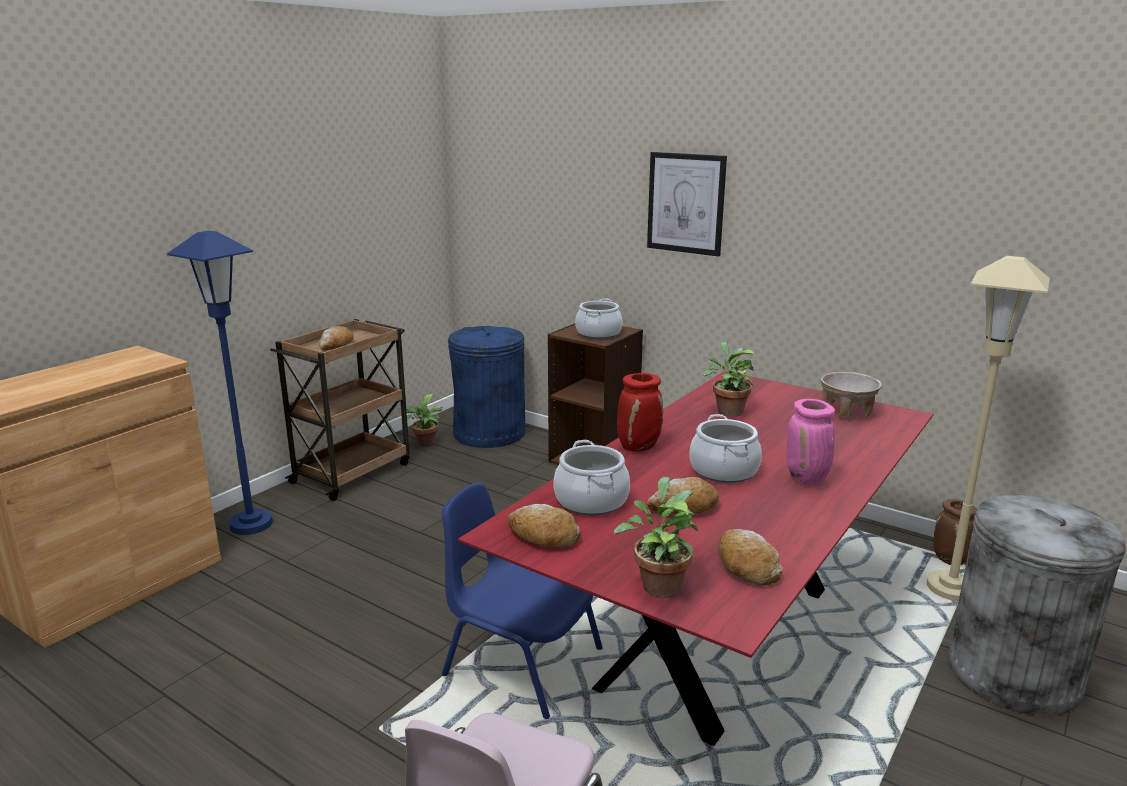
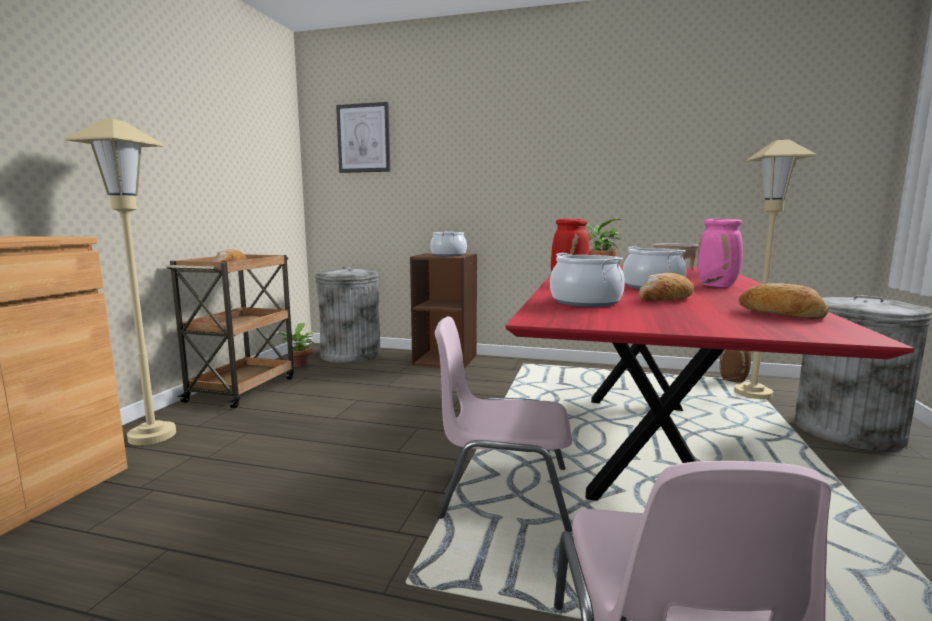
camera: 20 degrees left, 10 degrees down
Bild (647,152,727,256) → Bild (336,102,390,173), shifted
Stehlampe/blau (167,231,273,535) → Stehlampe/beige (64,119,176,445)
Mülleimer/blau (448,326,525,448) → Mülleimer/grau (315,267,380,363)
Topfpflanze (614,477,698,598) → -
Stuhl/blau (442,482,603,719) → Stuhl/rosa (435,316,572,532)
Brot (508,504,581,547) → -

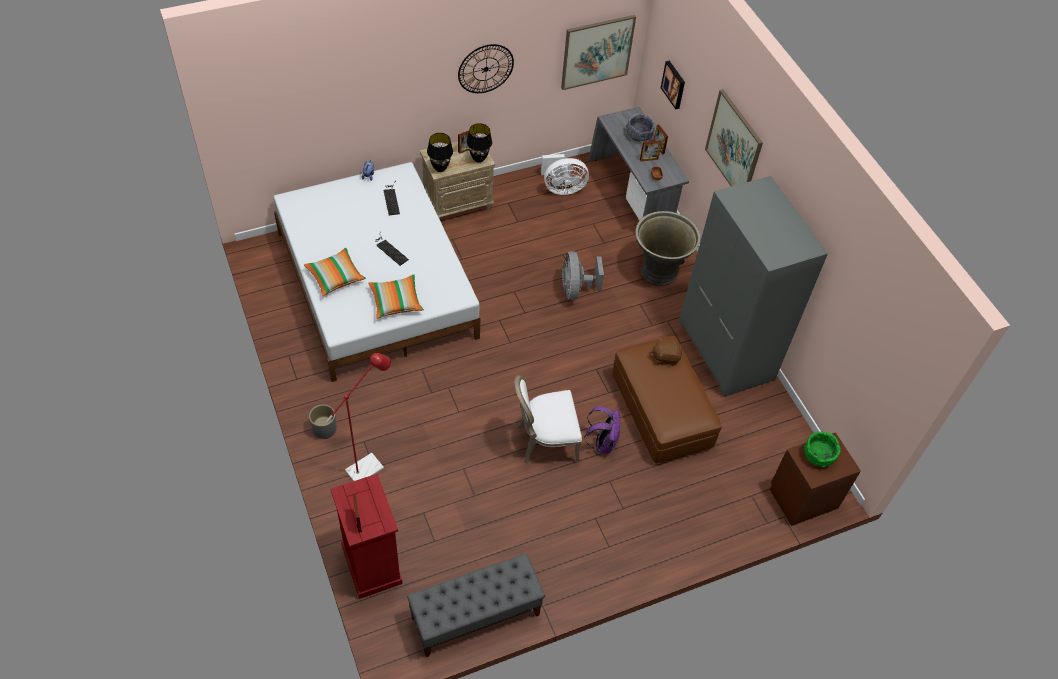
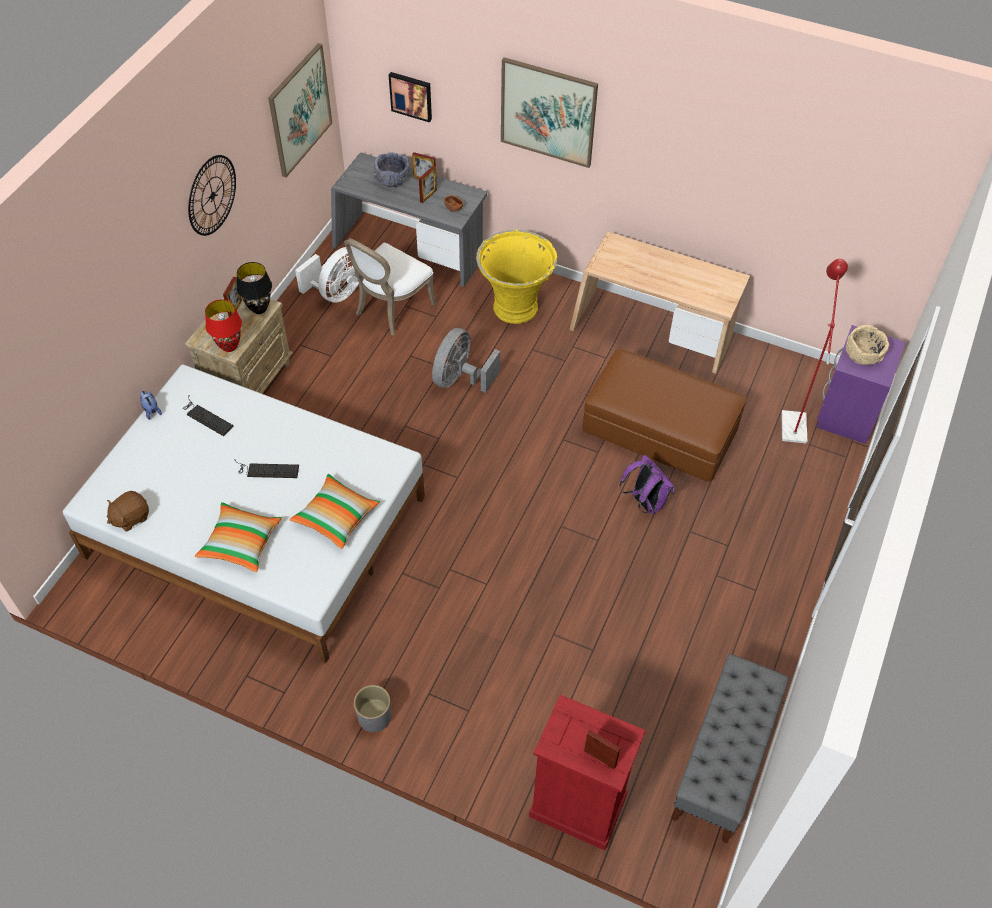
camera: 40 degrees left, 0 degrees up
Tischlampe/schwarz (427,133,453,172) → Tischlampe/rot (205,299,242,352)
Kleiderschrank/grau (679,176,828,397) → Schreibtisch/beige (569,232,750,374)
Pflanzkübel/grau (635,211,700,286) → Pflanzkübel/gelb (476,230,557,324)
Ventilator/grau (562,251,604,300) → Ventilator/grau (432,328,500,393), 75 degrees clockwise
Plüschtier/braun (651,338,682,366) → Plüschtier/braun (107,491,149,532), shifted
Stehlampe/rot (326,353,391,481) → Stehlampe/rot (781,259,848,444), shifted
Stuhl/weiß (515,375,582,464) → Stuhl/weiß (344,238,436,335), shifted
Schüssel/grün (804,431,841,468) → Schüssel/beige (846,325,889,365)
Nachttisch/braun (770,432,861,526) → Nachttisch/lila (817,325,905,444)

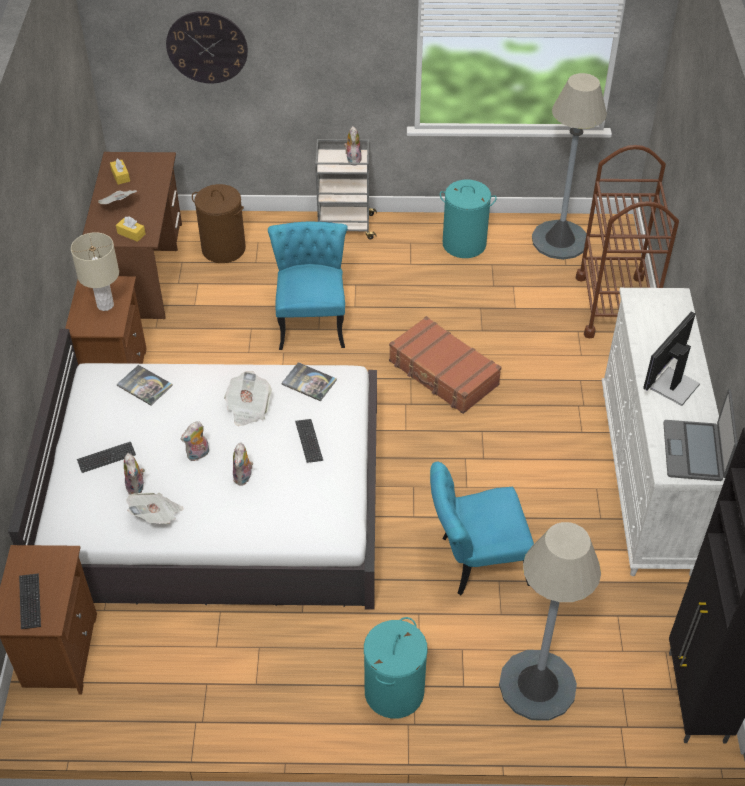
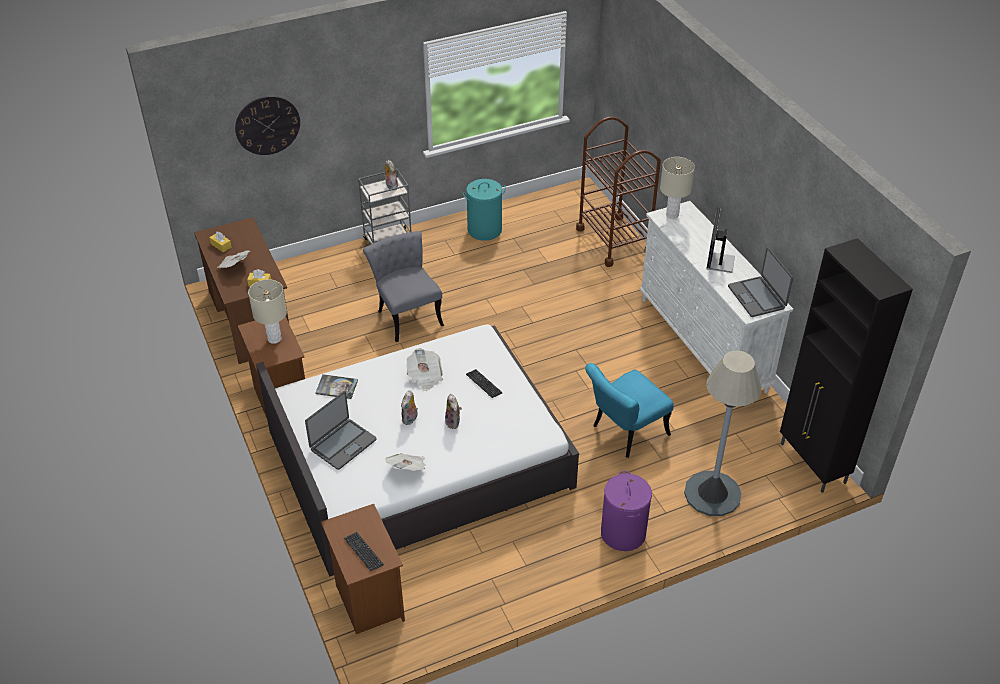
camera: 25 degrees left, 5 degrees down
Stehlampe/grau (532,73,607,260) → -
Wäschekorb/braun (192,184,246,263) → -
Stuhl/türkis (268,222,348,350) → Stuhl/grau (363,231,444,342)
Koffer/braun (389,316,502,414) → -
Buch (282,362,337,401) → -
Tastatur (77,442,136,473) → Laptop (305,391,377,470)
Plüschtier (124,453,145,495) → -
Wäschekorb/türkis (364,617,428,719) → Wäschekorb/lila (601,471,652,551)
- → Tischlampe/beige (660,157,695,219)

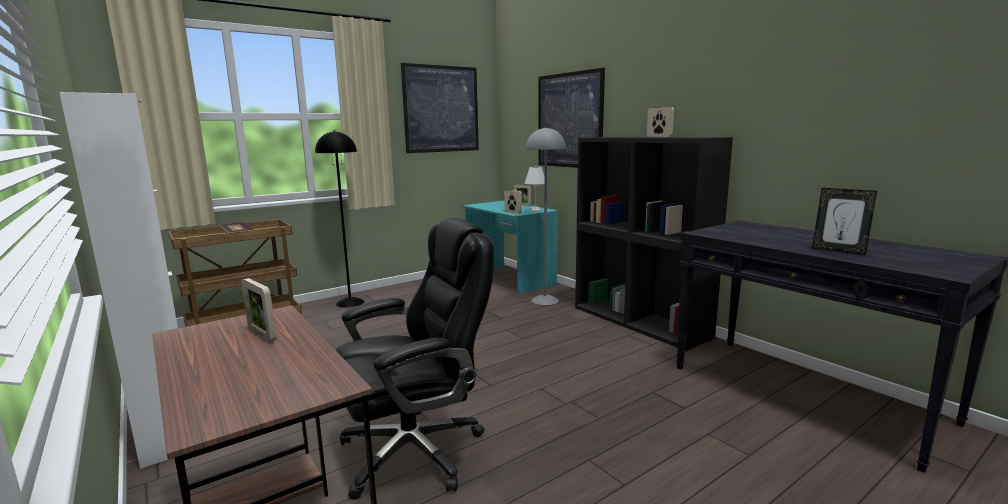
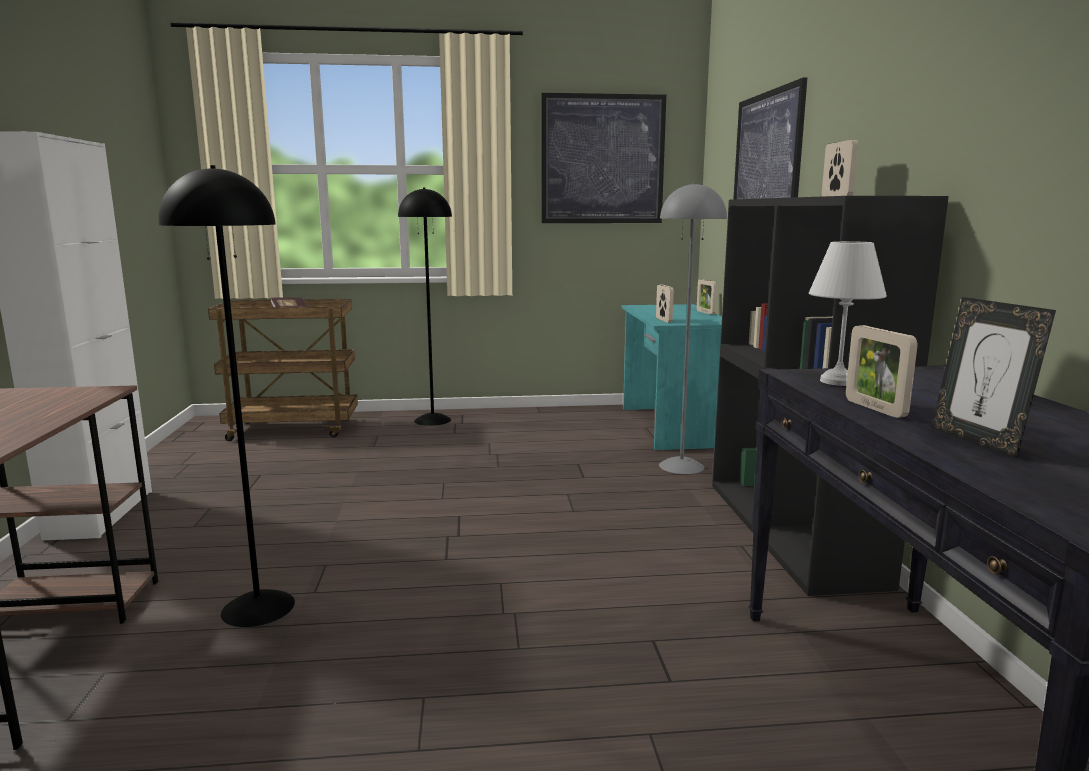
camera: 30 degrees right, 0 degrees up
Tischlampe/weiß (524,167,544,212) → Tischlampe/weiß (809,241,887,386), shifted
Bürostuhl/schwarz (336,218,494,500) → Stehlampe/schwarz (158,165,295,627)
Bilderrahmen (242,278,276,343) → Bilderrahmen (846,325,918,418), shifted

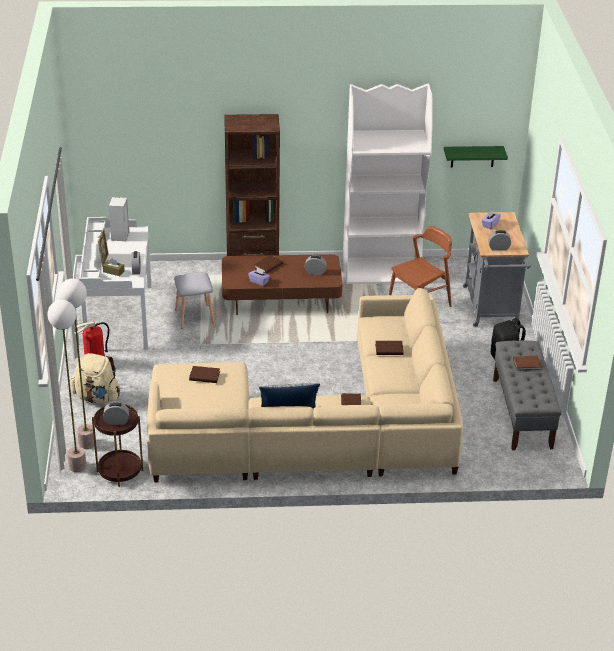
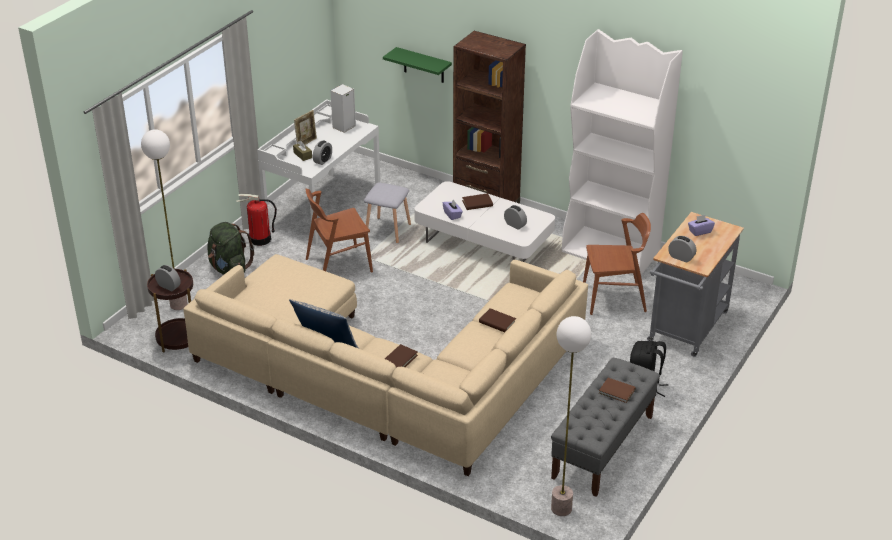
camera: 35 degrees right, 0 degrees up
Wandregal/grün (444,146,508,168) → Wandregal/grün (383,47,452,83), shifted
Couchtisch/braun (222,254,342,315) → Couchtisch/weiß (414,181,555,262)
Stehlampe (47,300,86,472) → Stehlampe (551,316,591,516), shifted
Rucksack/beige (71,353,120,404) → Rucksack/grün (207,222,254,275)
Buch/braun (189,366,220,383) → -
- → Stuhl/braun (306,189,373,273)

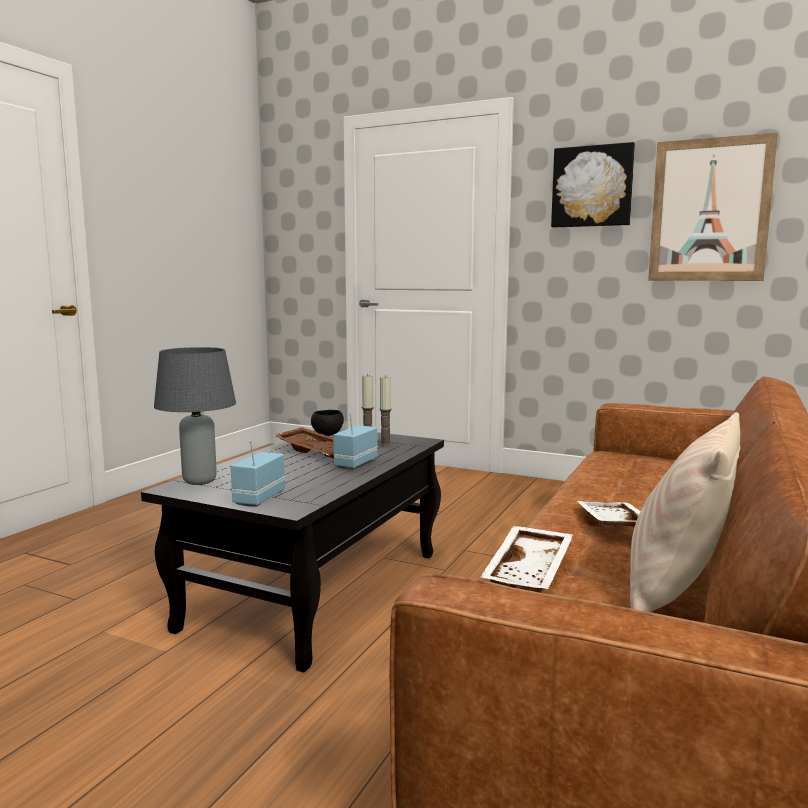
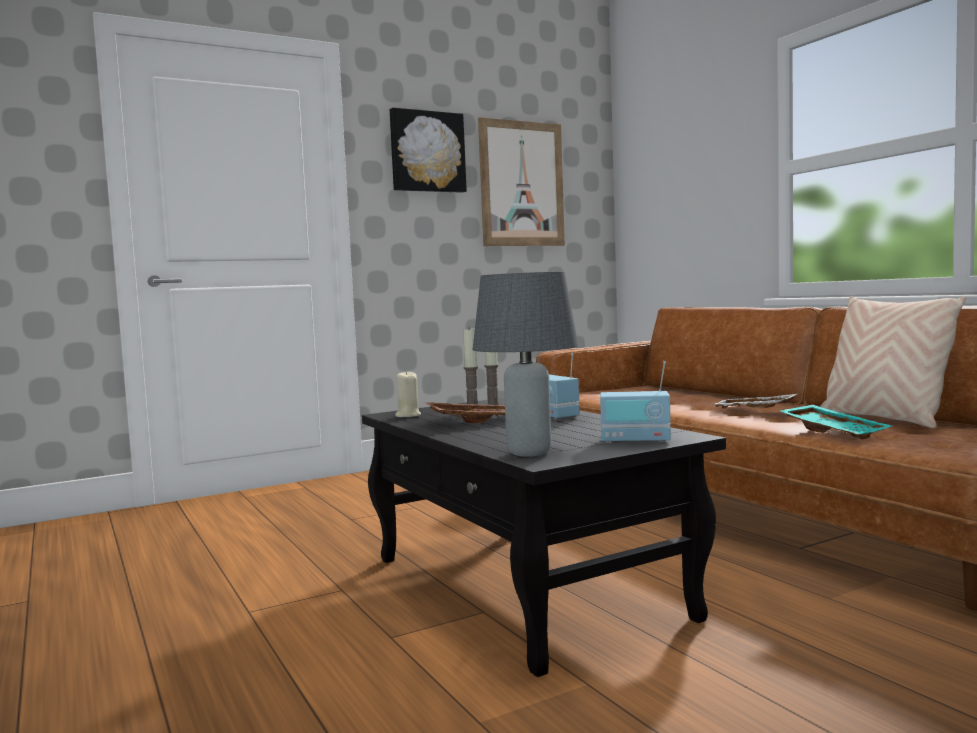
camera: 55 degrees left, 5 degrees down
Schüssel/schwarz (311,410,344,436) → Kerze/beige (395,370,421,417)
Radio (231,440,285,507) → Radio (600,361,671,443), 45 degrees counterclockwise
Tablett/weiß (480,526,573,589) → Tablett/türkis (780,405,892,440)

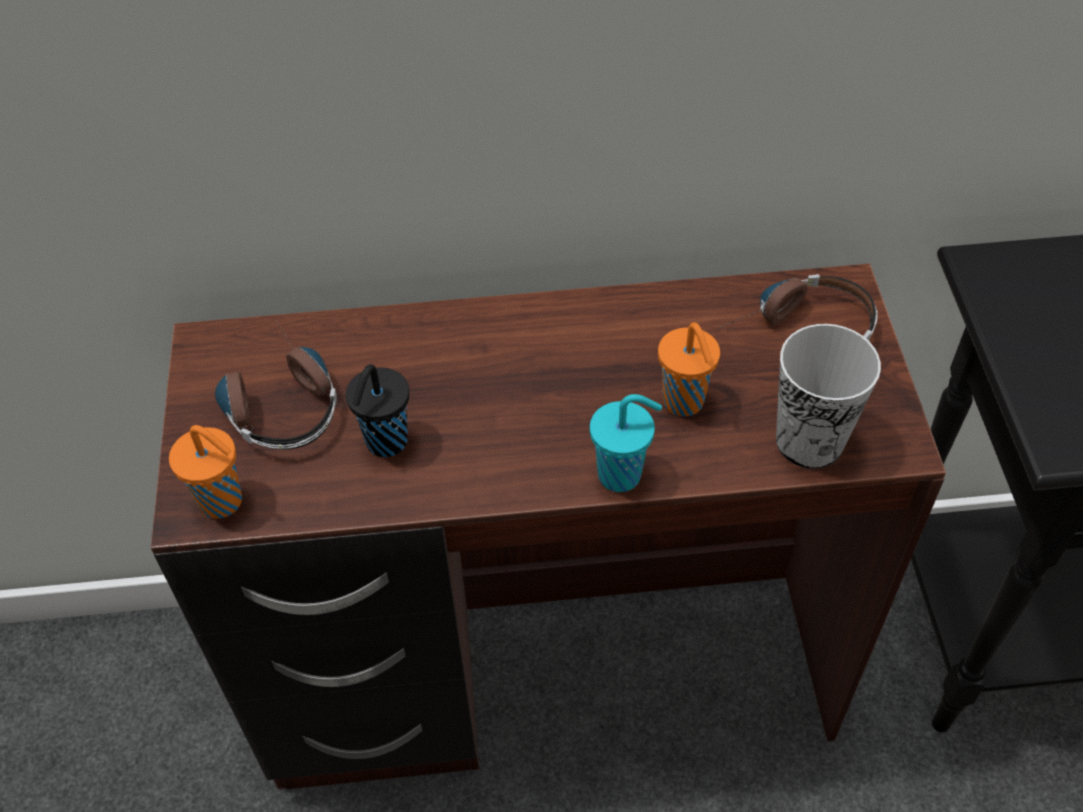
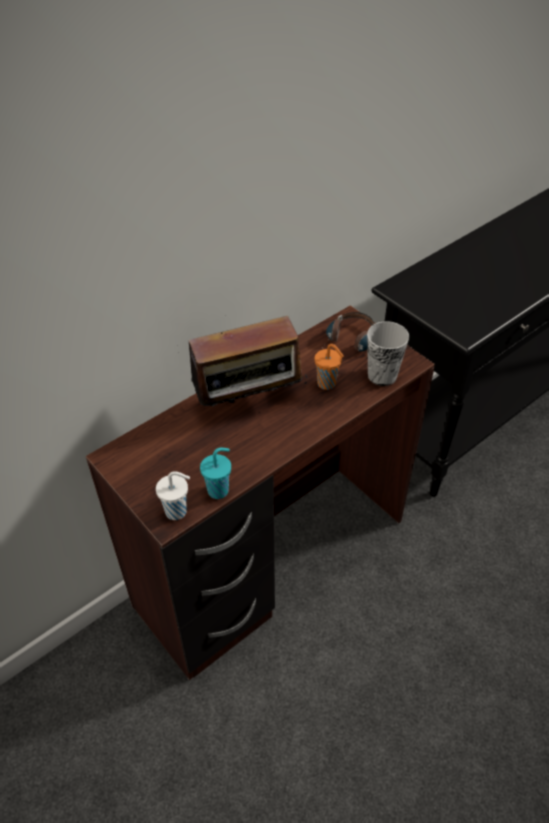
camera: 35 degrees left, 5 degrees down
Kopfhörer (215,321,337,450) → -
Tasse/schwarz (346,364,409,457) → -
Tasse/türkis (590,394,662,492) → Tasse/türkis (200,448,231,499), shifted
Tasse/orange (169,425,242,519) → Tasse/weiß (156,471,190,520)
- → Radio (178,316,307,406)

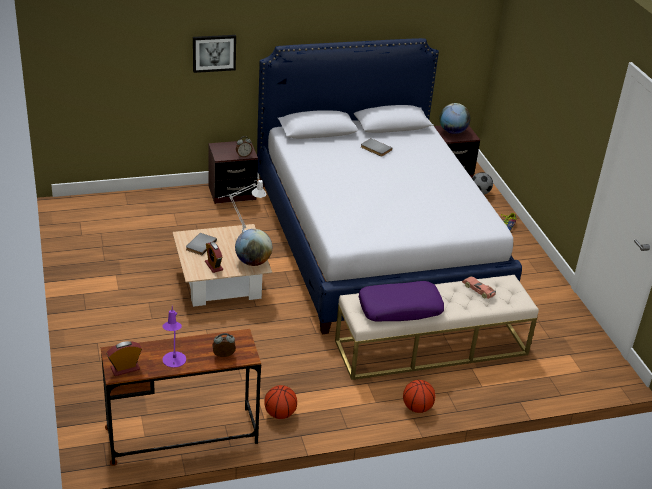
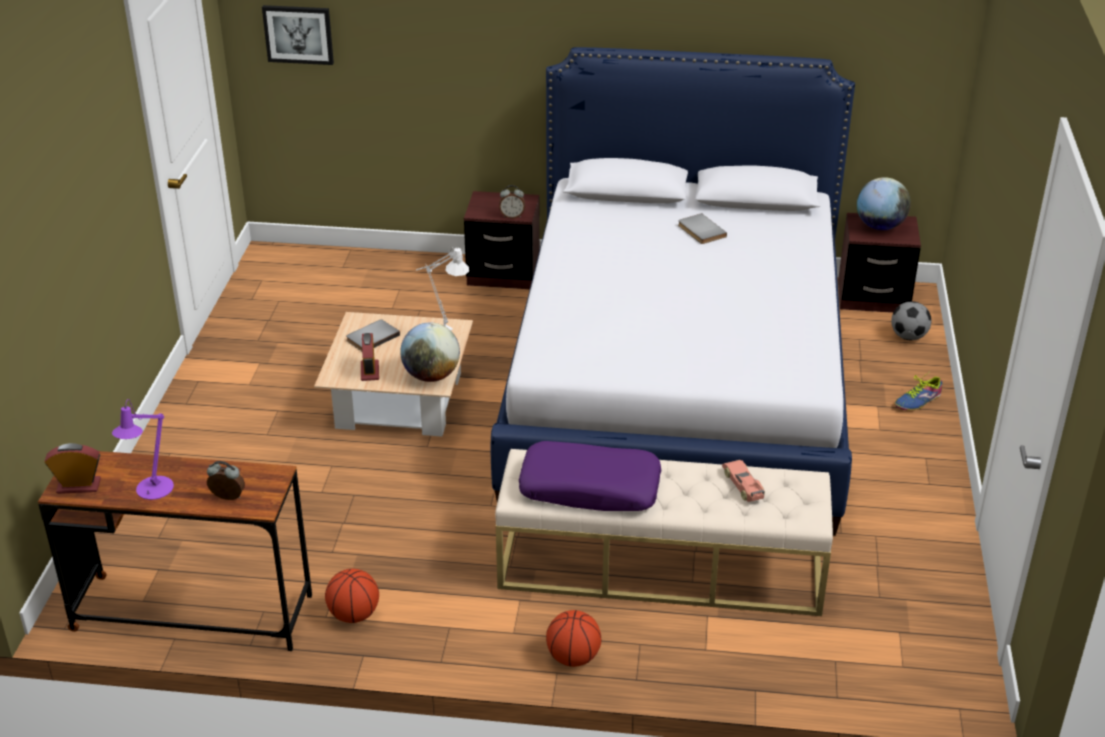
camera: 25 degrees right, 0 degrees up
Bild (193,35,236,73) → Bild (262,5,334,65), shifted

